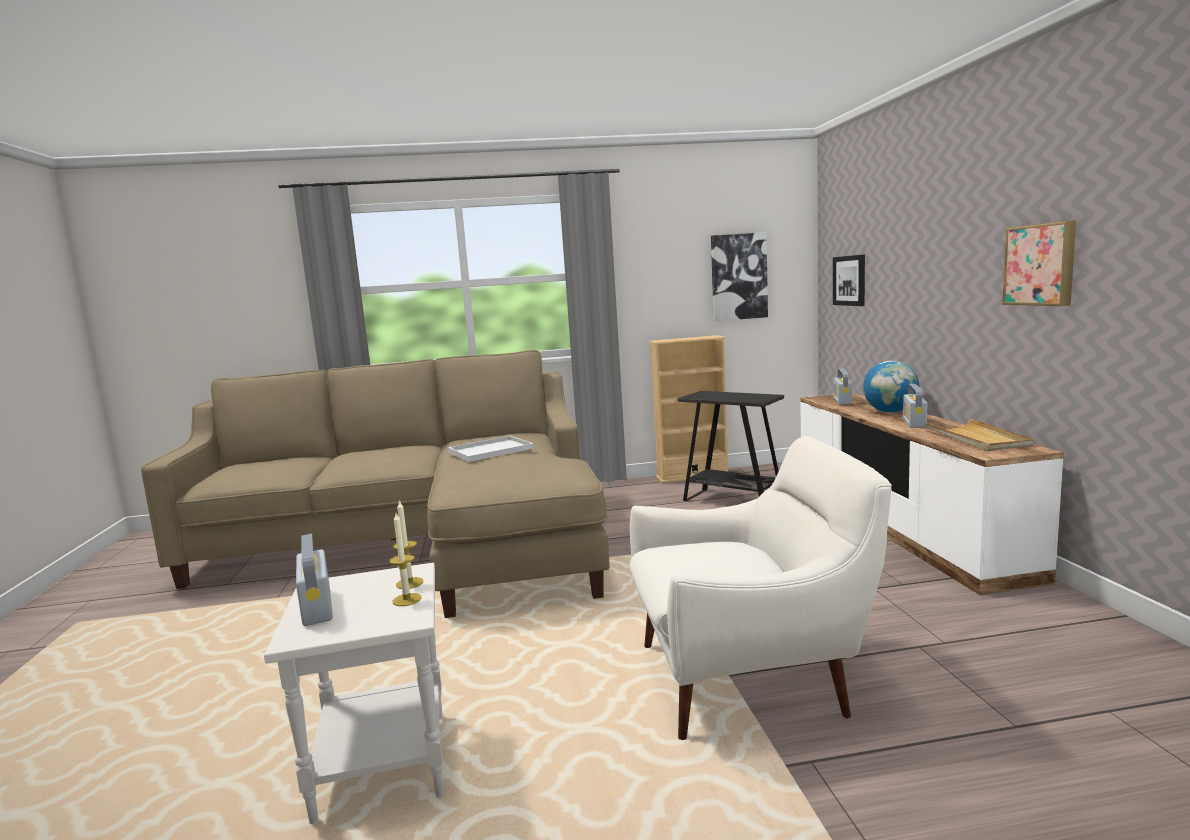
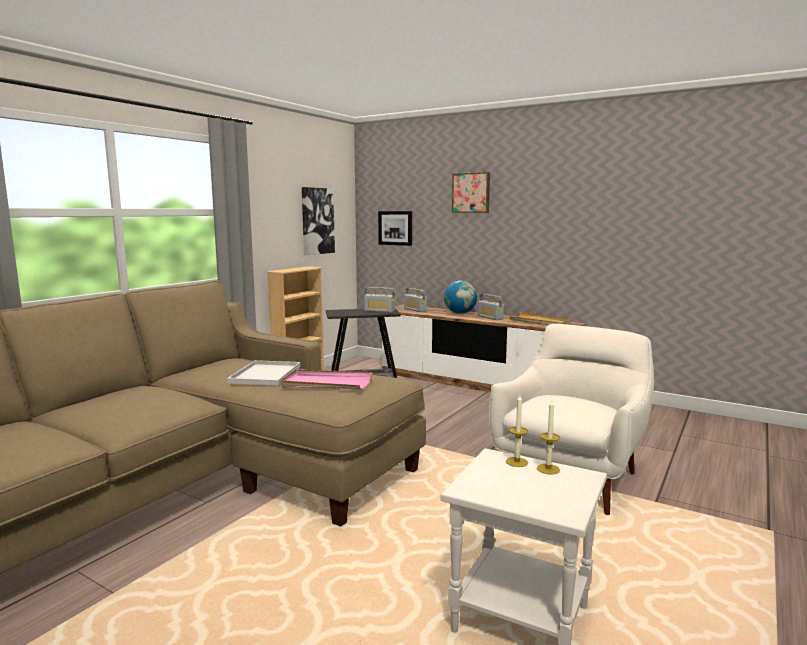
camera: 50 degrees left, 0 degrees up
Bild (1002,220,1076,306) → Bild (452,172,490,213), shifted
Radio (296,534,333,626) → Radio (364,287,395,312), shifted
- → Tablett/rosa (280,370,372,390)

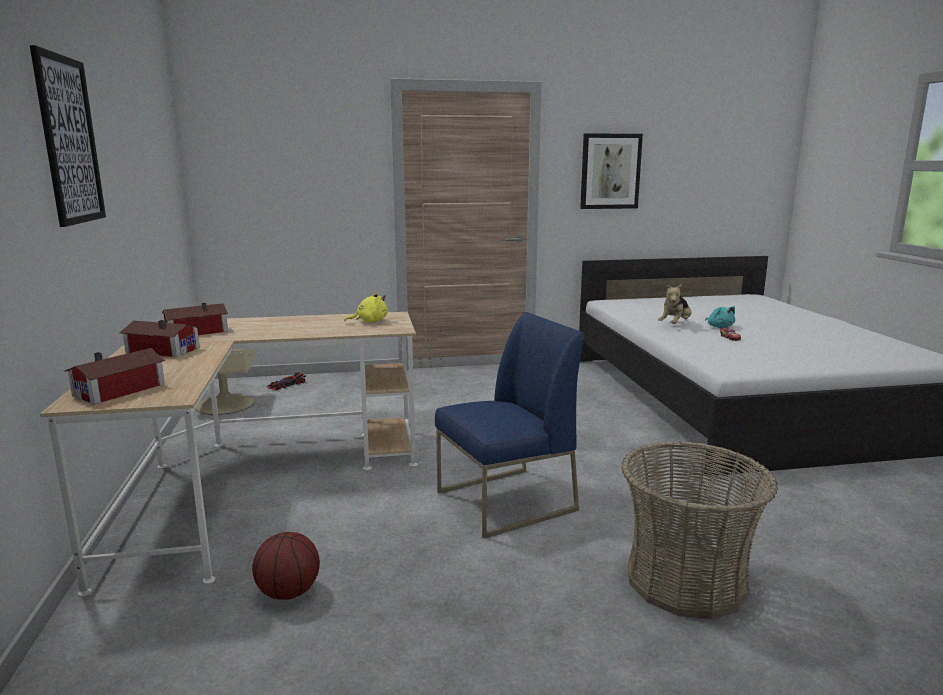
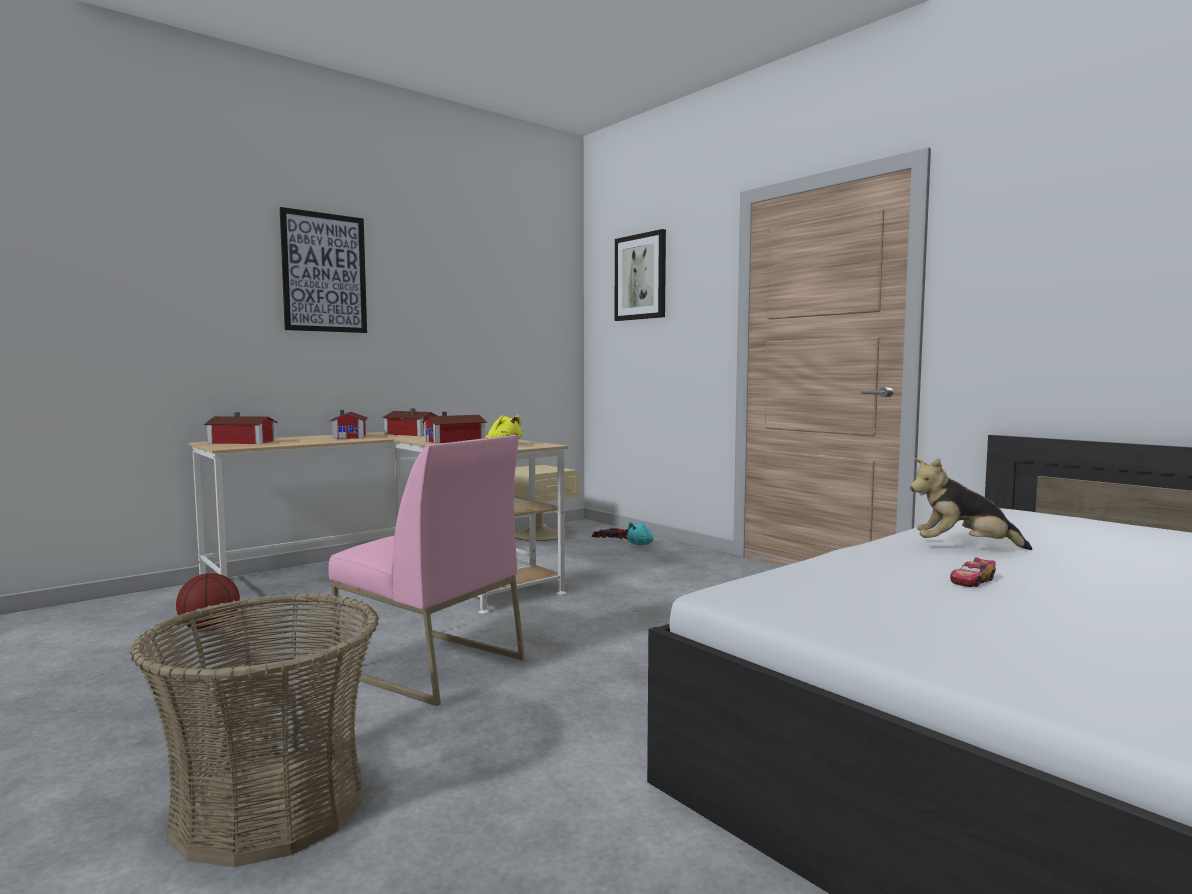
camera: 60 degrees right, 10 degrees down
Bild (580,133,643,209) → Bild (615,229,666,321), shifted
Plüschtier/türkis (705,306,735,328) → Plüschtier/türkis (627,522,654,545), shifted
Stuhl/blau (435,312,584,538) → Stuhl/rosa (329,435,525,706)
- → Spielzeughaus (422,412,487,443)

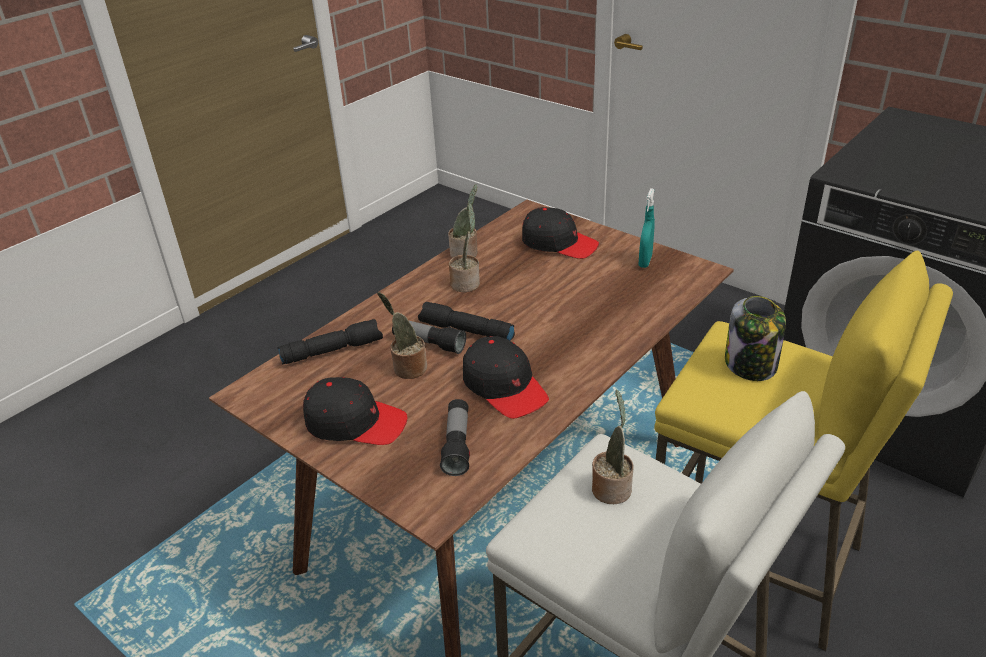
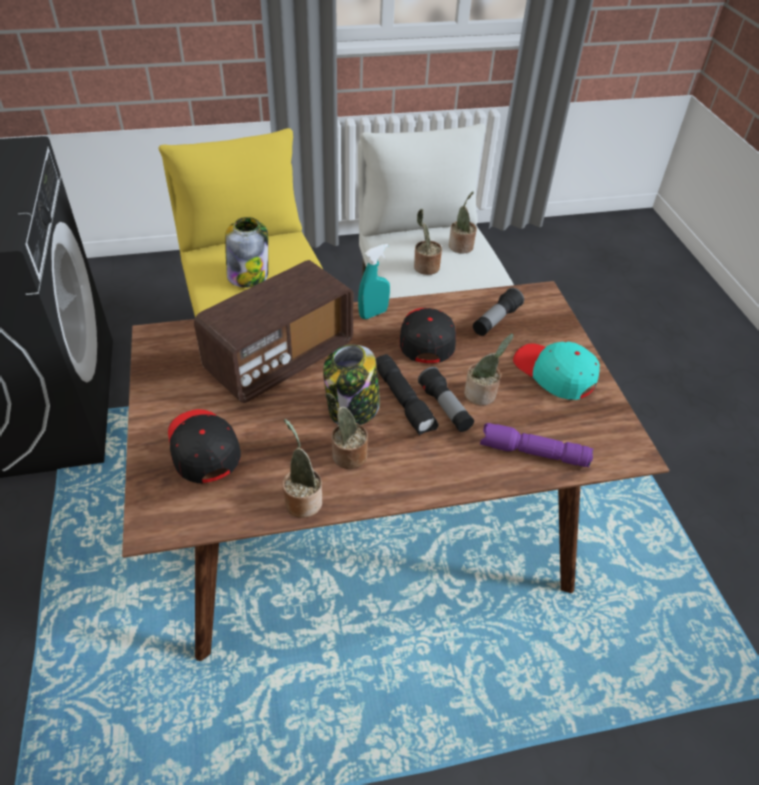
camera: 145 degrees left, 10 degrees up
Sprühflasche/türkis (639,188,655,268) → Sprühflasche/türkis (358,244,390,319), shifted
Taschenlampe/schwarz (277,319,383,365) → Taschenlampe/lila (480,423,594,467)
Kappe/schwarz (303,377,407,445) → Kappe/türkis (513,341,600,400)
- → Topfpflanze (449,191,477,253)
- → Radio (194,260,354,403)
- → Vorratsglas (323,344,380,425)

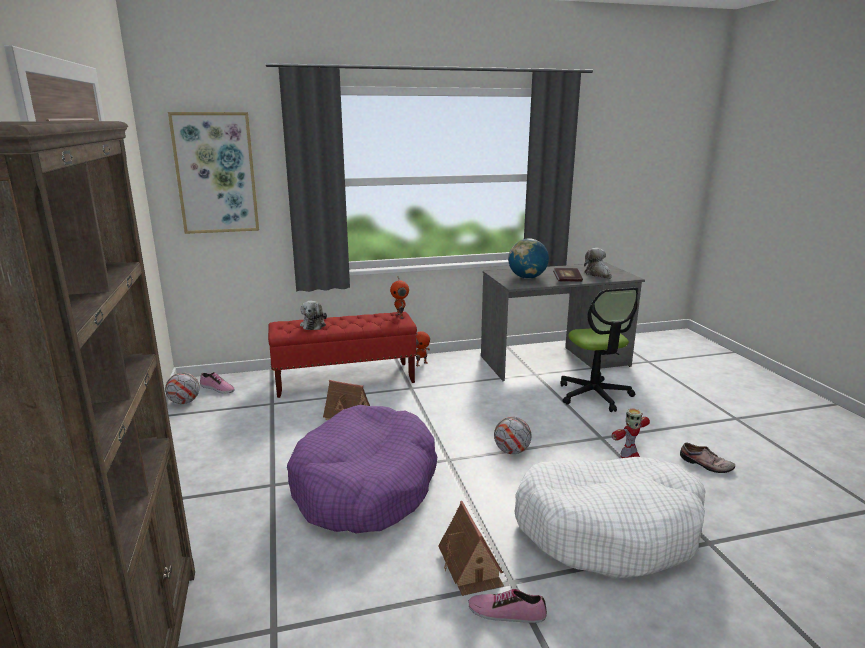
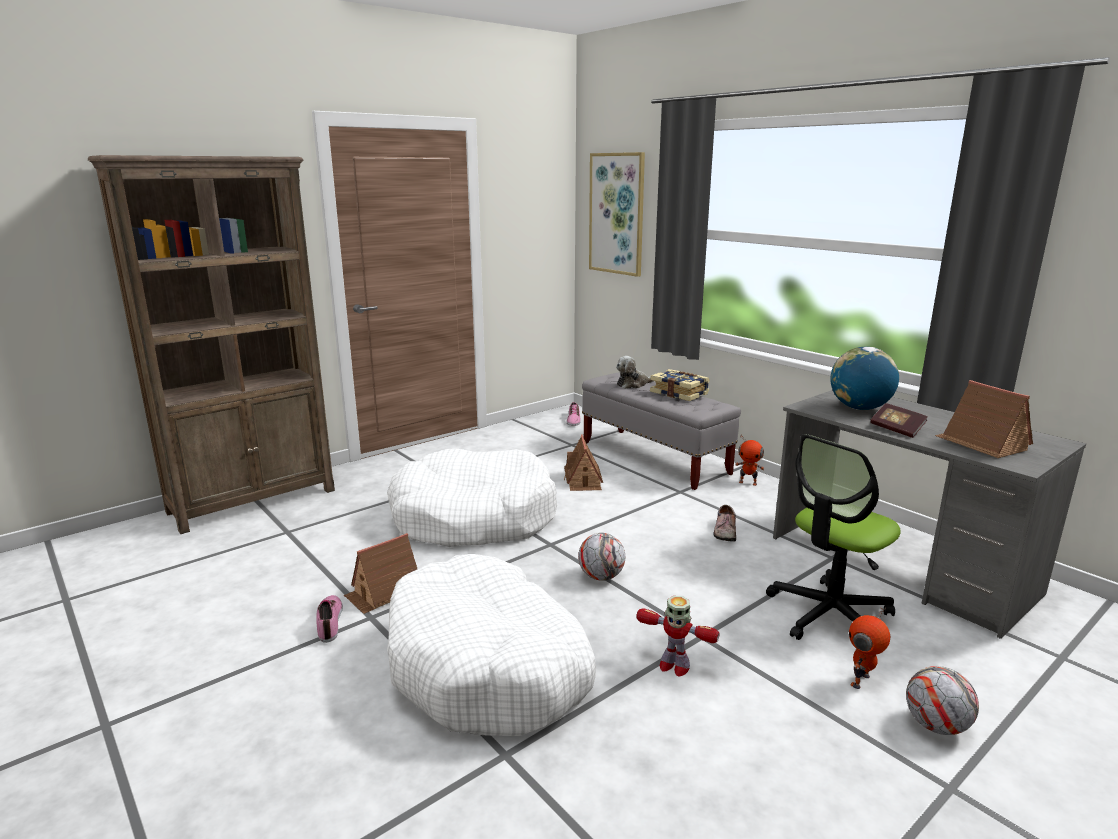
camera: 65 degrees right, 0 degrees up
Plüschtier (584,248,612,279) → Spielzeughaus (935,380,1033,458)
Spielzeugroboter (390,276,409,319) → Spielzeugroboter (849,607,890,689), shifted
Bank/rot (268,312,417,398) → Bank/grau (582,373,741,490)
Fußball (165,372,200,404) → Fußball (906,666,979,735), shifted
Hundebett/lila (287,405,437,533) → Hundebett/weiß (387,449,557,547)
Schuh (680,443,735,473) → Schuh (713,505,736,542), shifted
- → Buch (650,369,710,401)

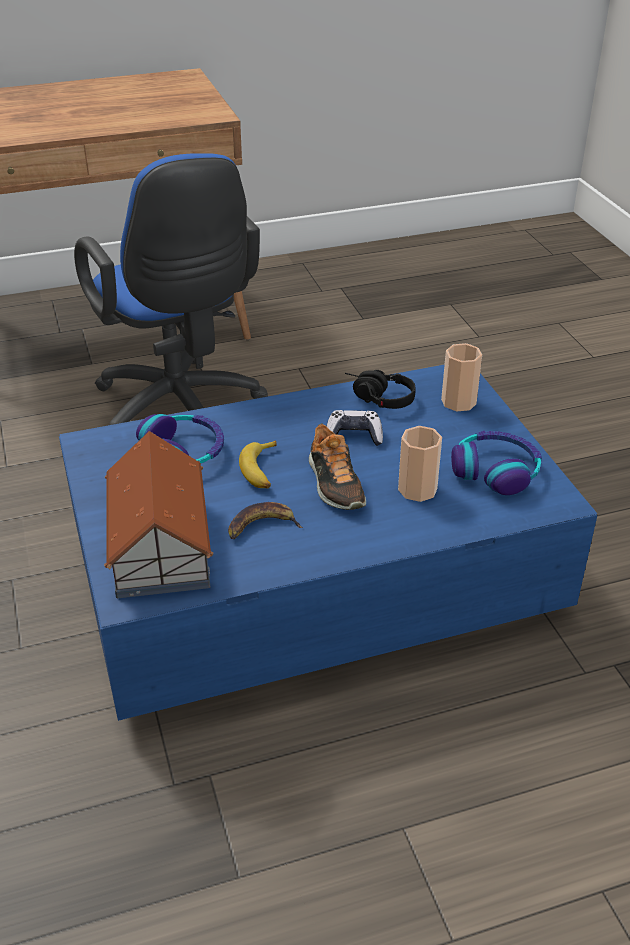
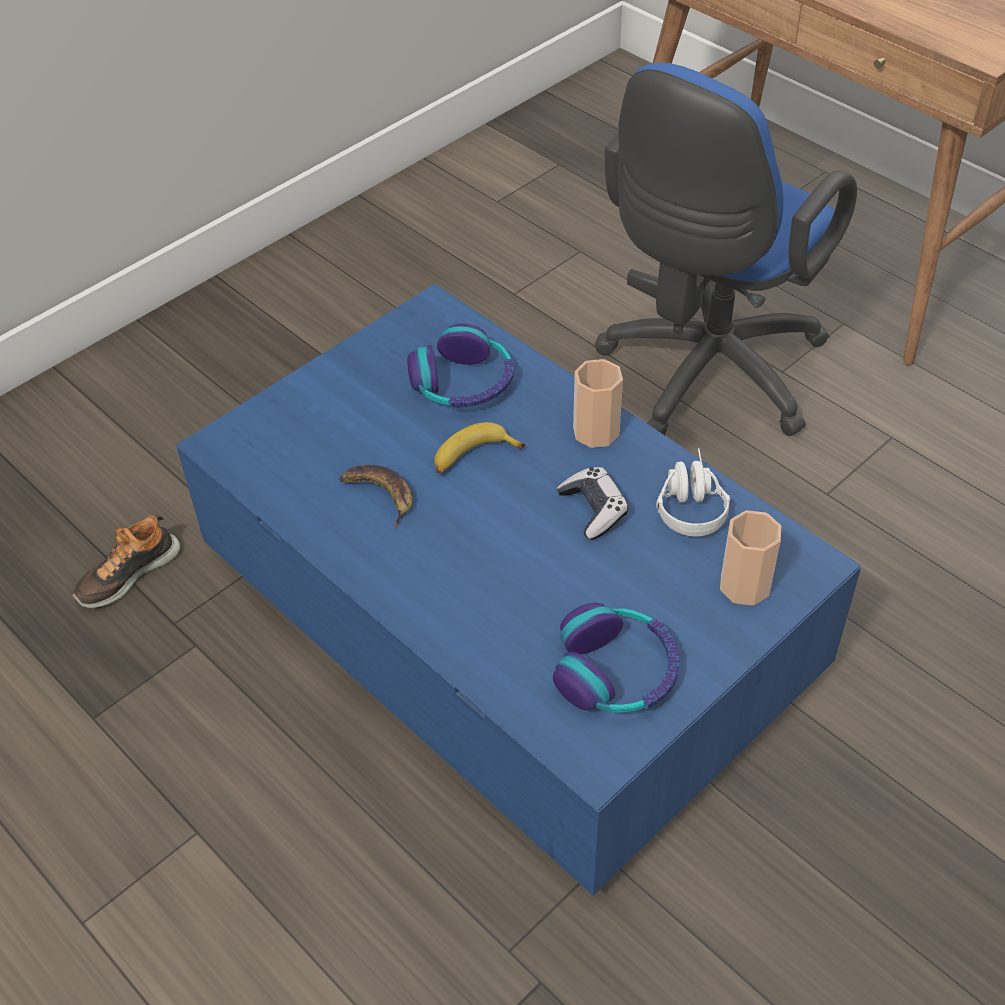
camera: 65 degrees right, 10 degrees up
Kopfhörer/schwarz (345,370,416,409) → Kopfhörer/weiß (656,448,730,537)
Schuh (309,423,366,510) → Schuh (73,515,180,608), shifted
Tasse (398,426,442,502) → Tasse (573,359,623,448), shifted
Spielzeughaus (104,431,213,598) → -

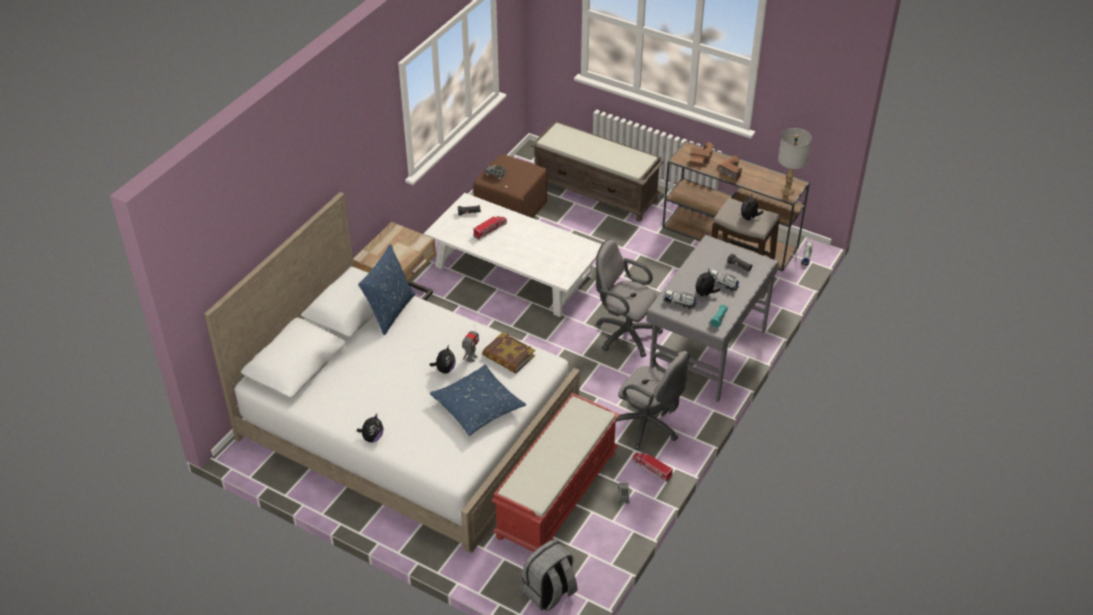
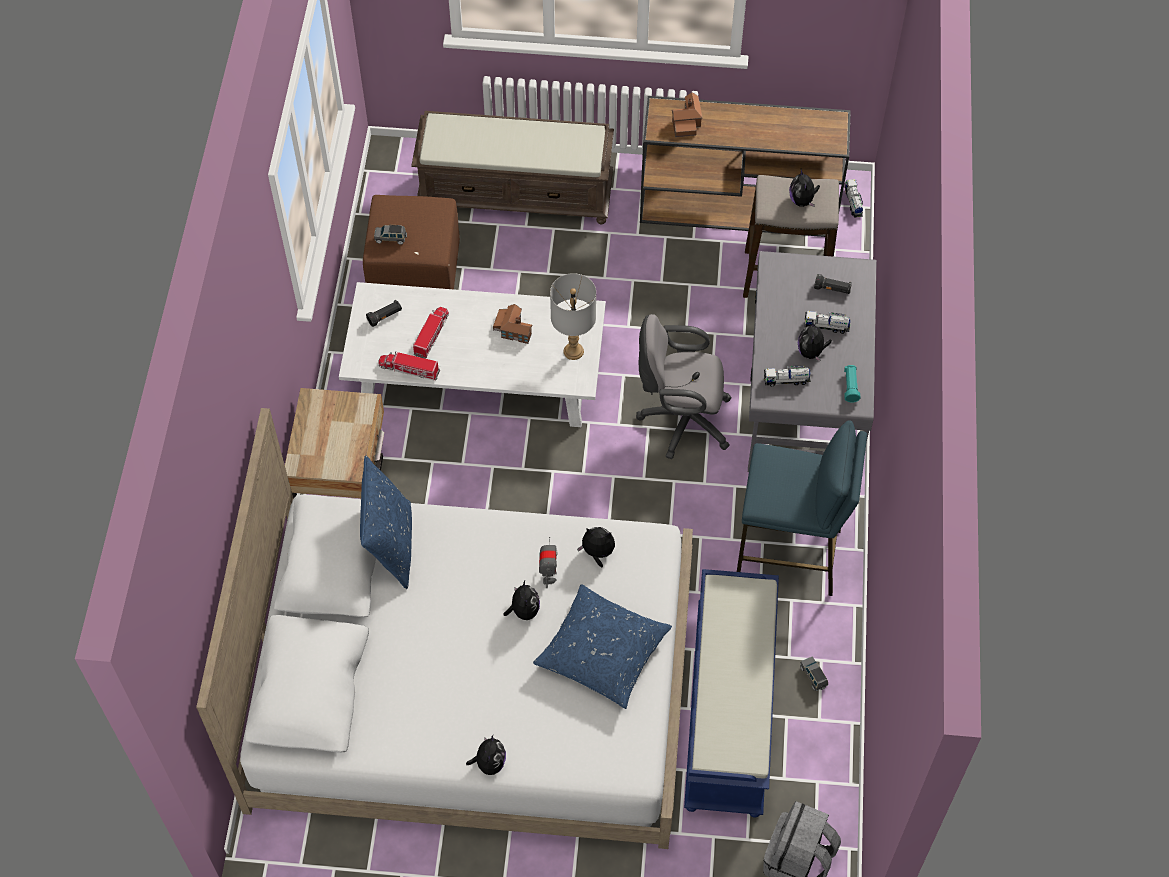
camera: 25 degrees left, 15 degrees up
Tischlampe/grau (778,128,812,195) → Tischlampe/grau (550,273,596,360), shifted
Spielzeughaus (718,155,742,181) → Spielzeughaus (493,304,532,344), shifted
Buch (482,332,535,373) → Plüschtier (577,527,615,568)
Bürostuhl/grau (616,351,689,450) → Hocker/blau (737,420,867,596)
Bank/rot (491,393,620,552) → Bank/blau (684,569,779,818)
Spielzeuglaster (632,452,673,482) → Spielzeuglaster (378,351,440,381), shifted

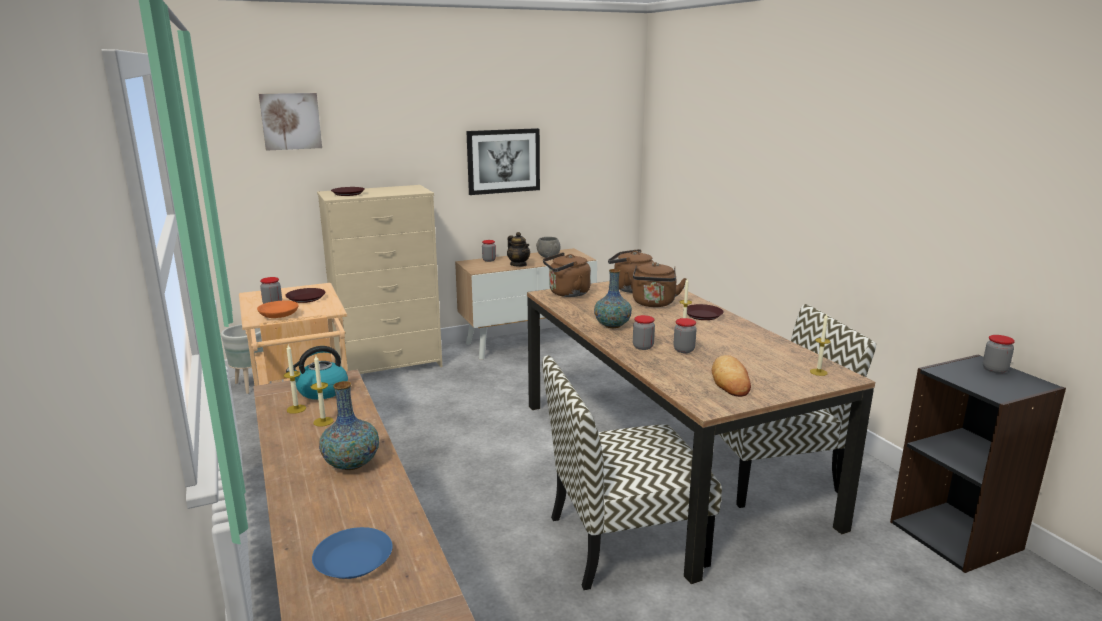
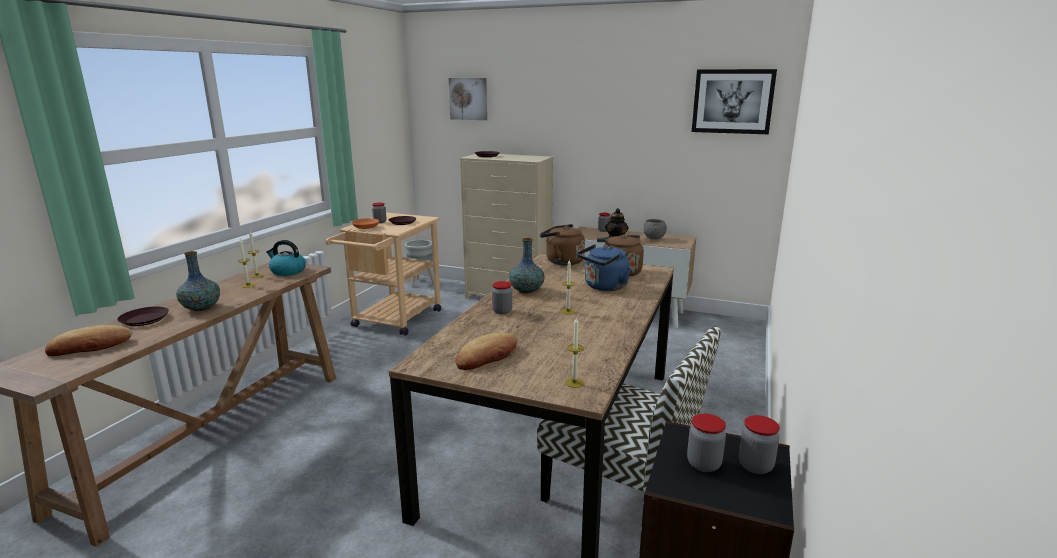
camera: 45 degrees right, 0 degrees up
Bild (466,128,540,195) → Bild (692,69,777,134), shifted
Wasserkessel/braun (632,262,687,307) → Wasserkessel/blau (577,244,631,291)
Teller/braun (687,304,724,320) → Teller/braun (117,307,169,326), shifted
Vorratsglas (674,318,697,353) → Vorratsglas (687,414,726,472), shifted
Stuhl (542,355,722,590) → -
Teller/blau (312,527,393,579) → Brot (45,325,132,356)

